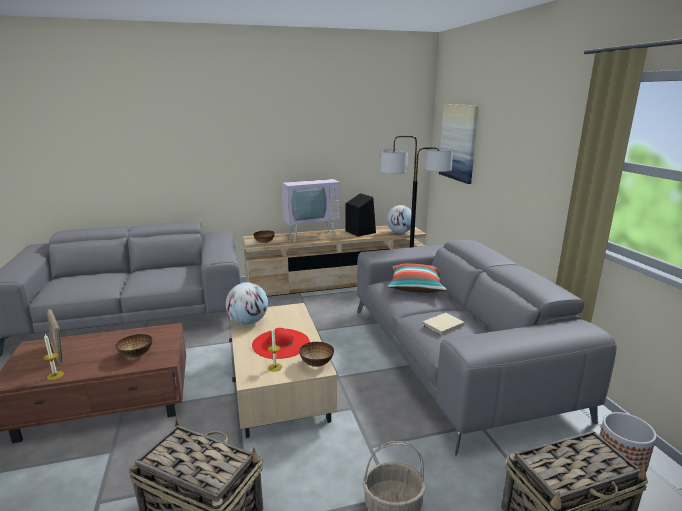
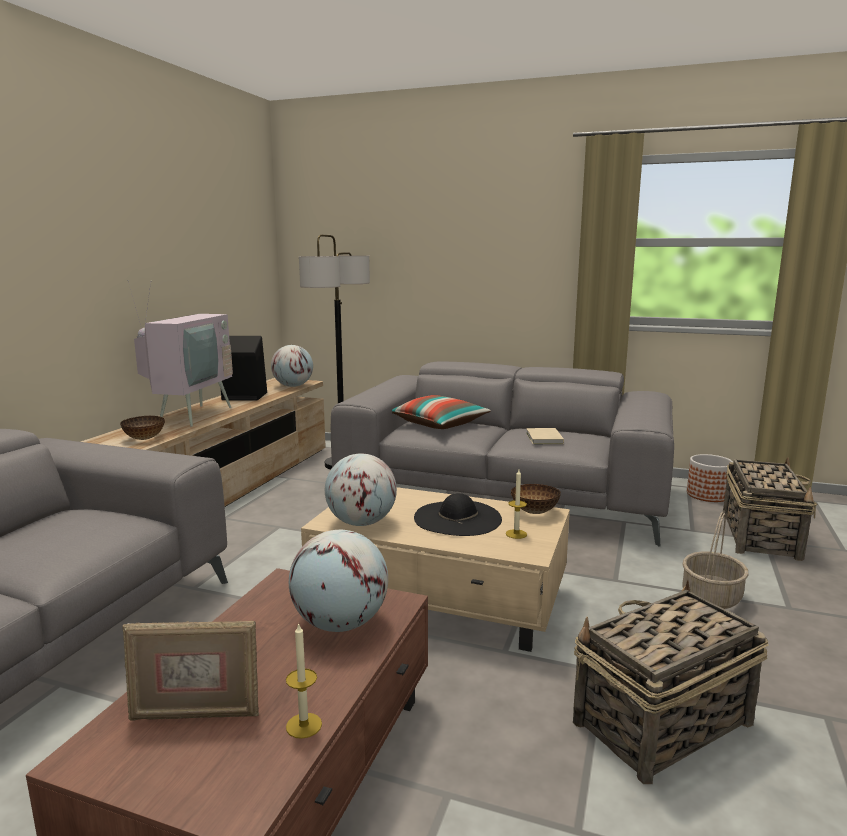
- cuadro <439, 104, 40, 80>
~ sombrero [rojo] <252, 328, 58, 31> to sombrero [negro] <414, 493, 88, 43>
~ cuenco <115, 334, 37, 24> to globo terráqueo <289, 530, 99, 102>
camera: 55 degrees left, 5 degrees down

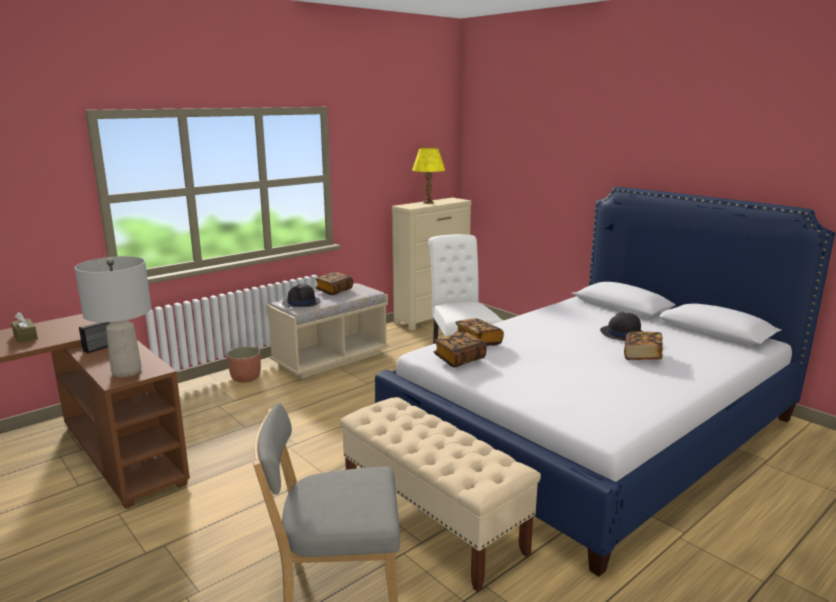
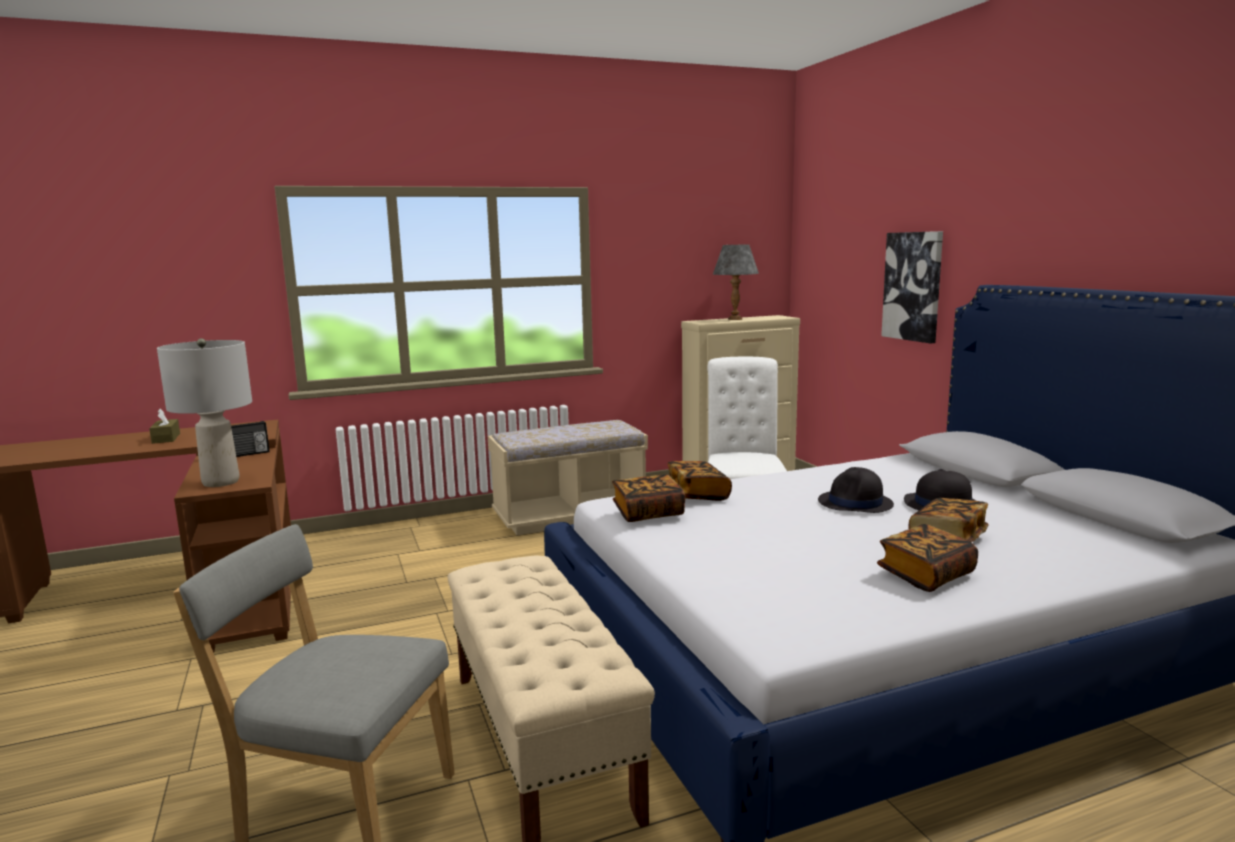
~ lámpara de mesa [amarillo] <412, 148, 33, 56> to lámpara de mesa [gris] <713, 244, 46, 76>
~ libro <315, 272, 38, 23> to <877, 524, 101, 68>
~ sombrero [negro] <282, 284, 39, 23> to <818, 467, 76, 46>
- maceta <227, 347, 34, 35>
+ cuadro <881, 231, 62, 112>
camera: 20 degrees right, 5 degrees down

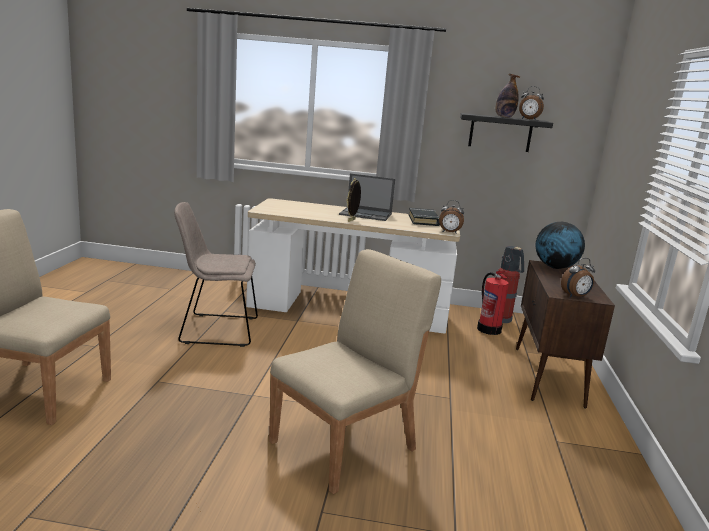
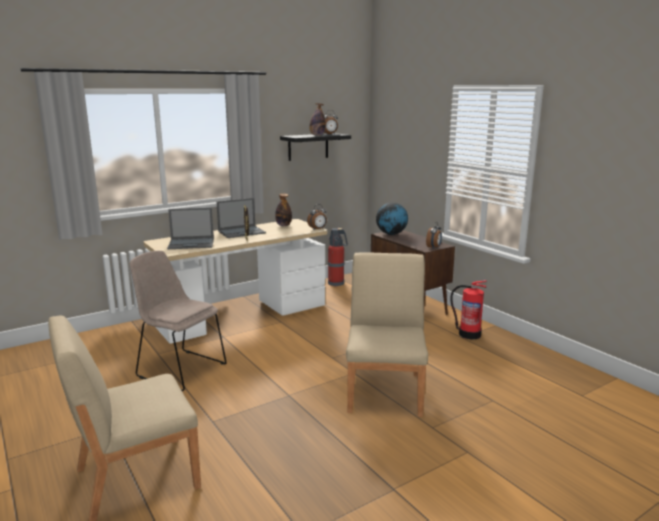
~ silla [beis] <174, 202, 84, 145> = <130, 251, 97, 140> 75 degrees clockwise
~ libro [negro] <409, 208, 31, 18> to botella <275, 193, 17, 33>
~ extintor <477, 271, 32, 64> to <450, 280, 37, 59>
+ portátil <167, 208, 47, 41>
camera: 40 degrees left, 0 degrees up

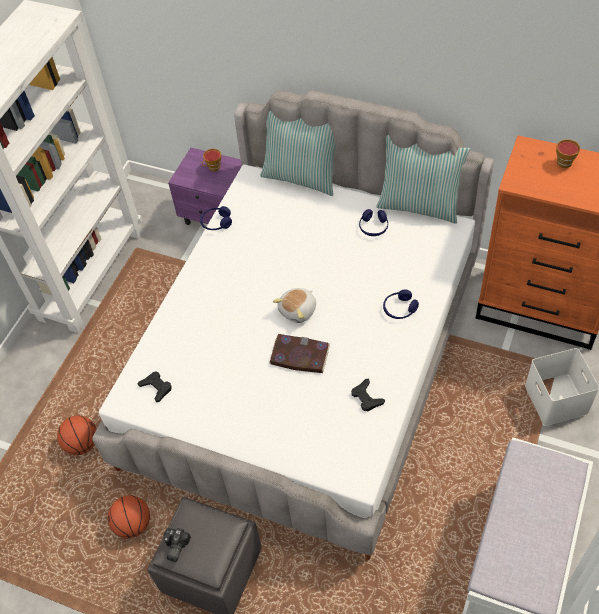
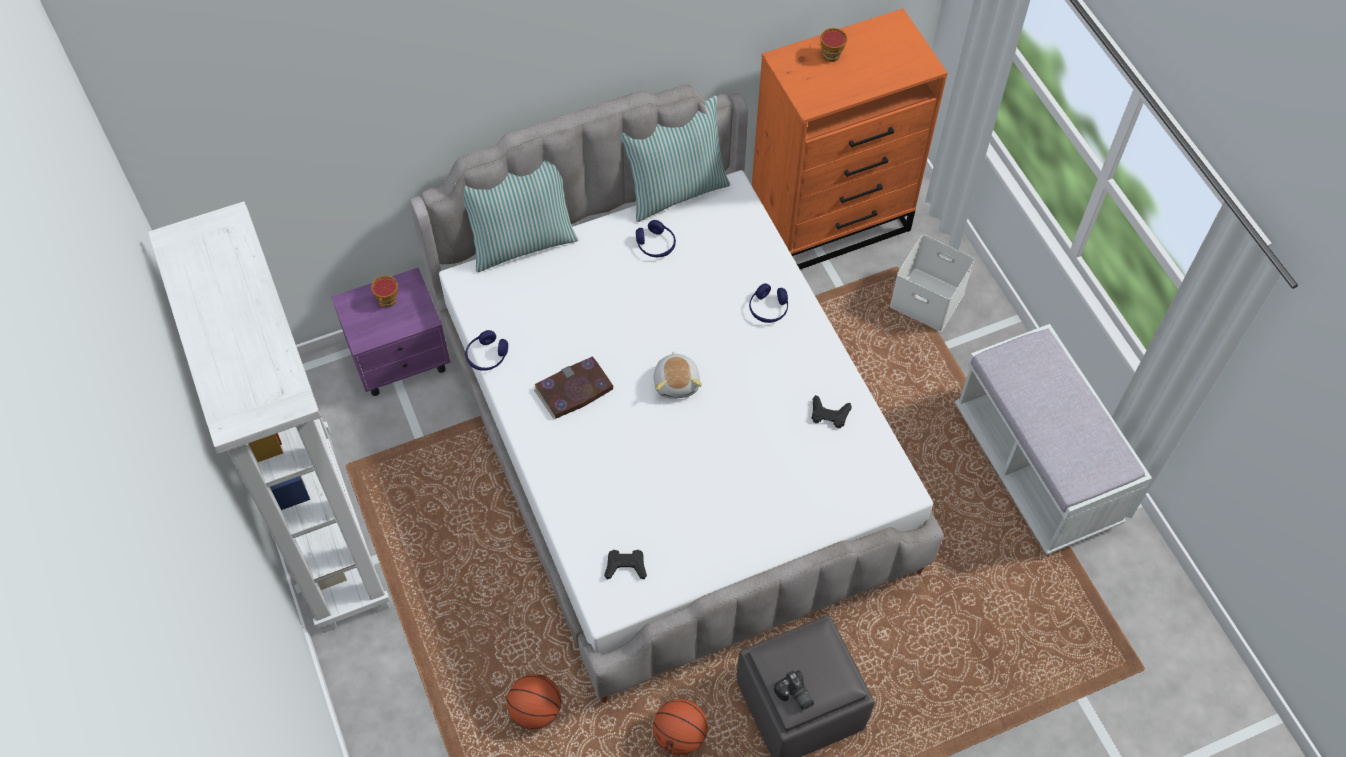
~ libro <269, 334, 61, 39> to <534, 356, 80, 63>
camera: 50 degrees left, 5 degrees up

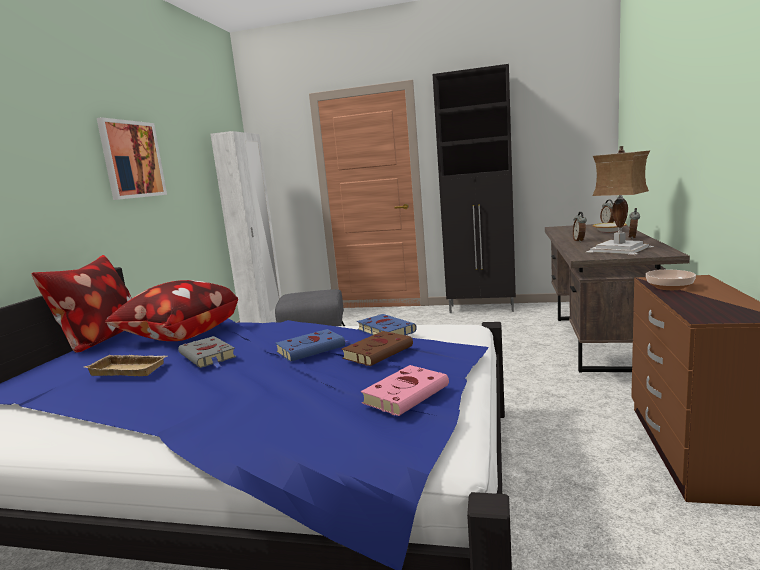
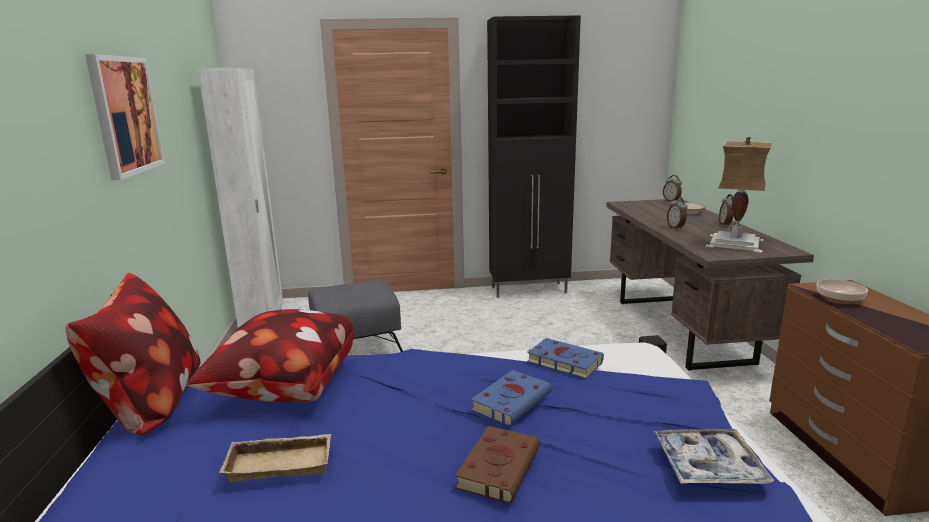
~ libro [marrón] <341, 331, 72, 35> to <455, 426, 85, 77>
- libro [gris] <178, 336, 58, 32>
~ libro [rosa] <361, 365, 88, 51> to bandeja <654, 429, 120, 55>
camera: 20 degrees left, 5 degrees up

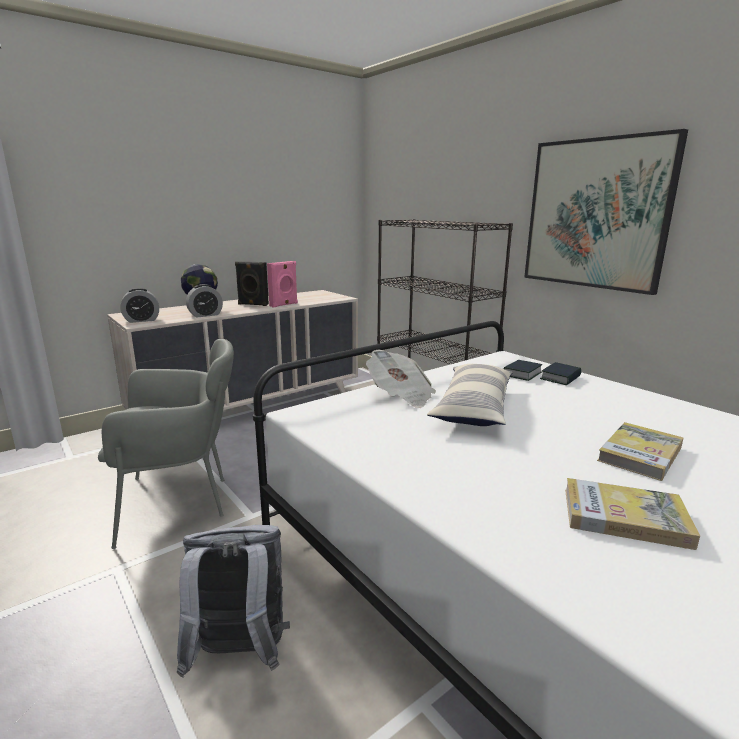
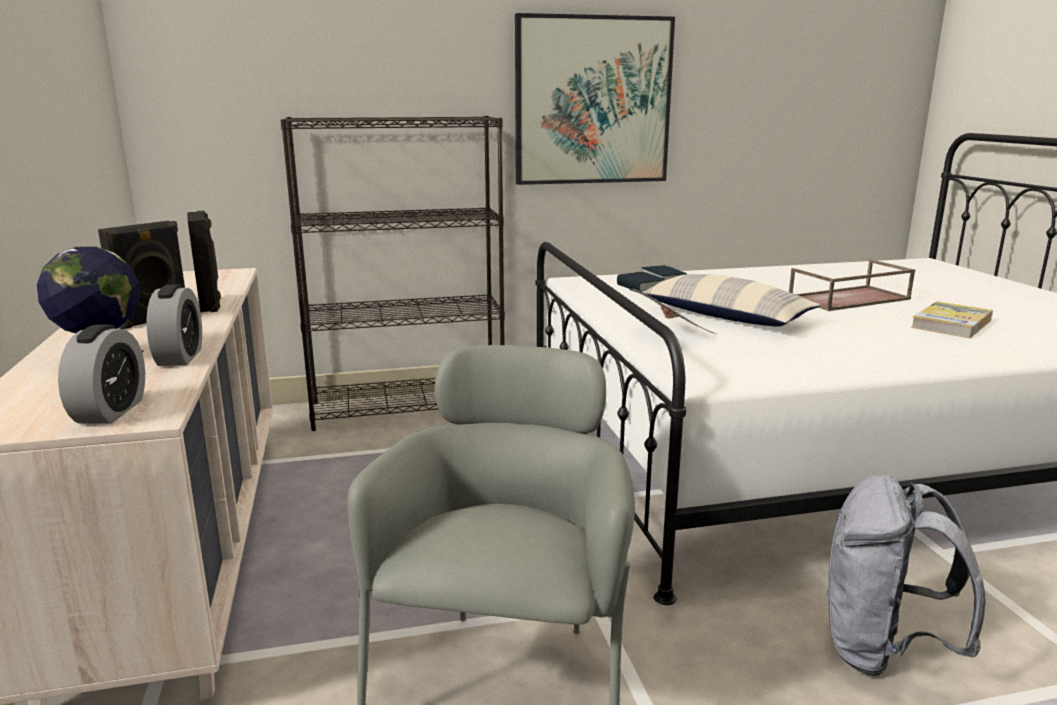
~ altavoz [rosa] <267, 261, 31, 47> to altavoz [negro] <187, 211, 34, 101>
~ libro <597, 422, 86, 59> to bandeja [marrón] <789, 259, 126, 52>
camera: 65 degrees left, 0 degrees up

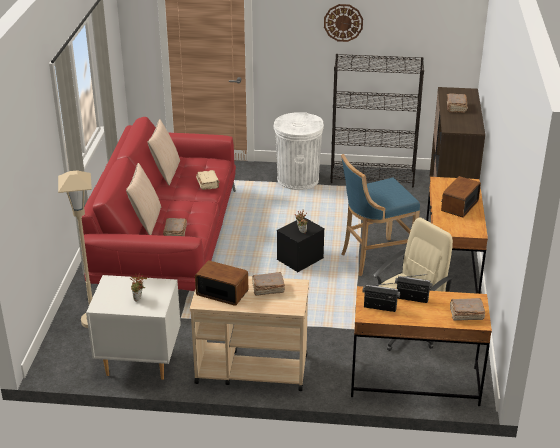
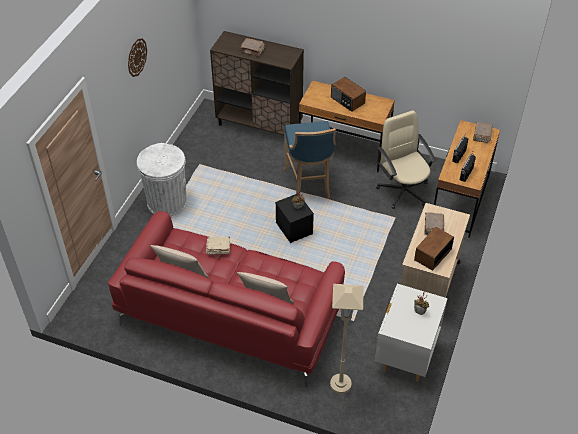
- estantería [negro] <330, 54, 94, 133>
- libro [marrón] <163, 218, 24, 18>
camera: 75 degrees left, 15 degrees up

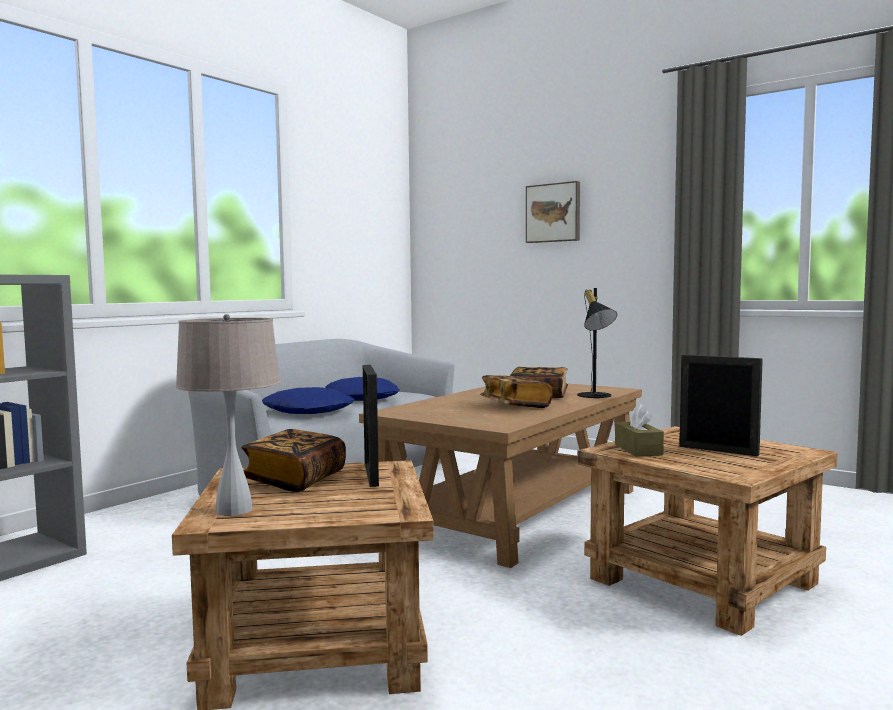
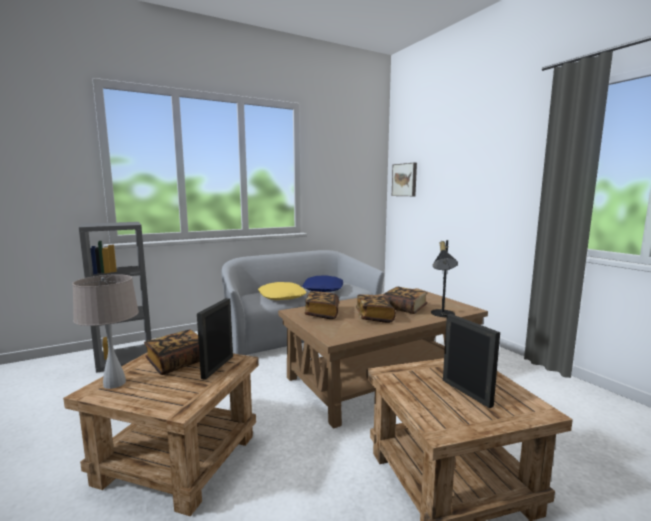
~ cuadro <526, 181, 54, 62> to <392, 163, 25, 33>
~ cojín [azul] <262, 387, 93, 27> to cojín [amarillo] <258, 282, 48, 18>
- caja de pañuelos [marrón] <615, 404, 49, 53>
+ libro <304, 291, 35, 28>
camera: 25 degrees right, 5 degrees up

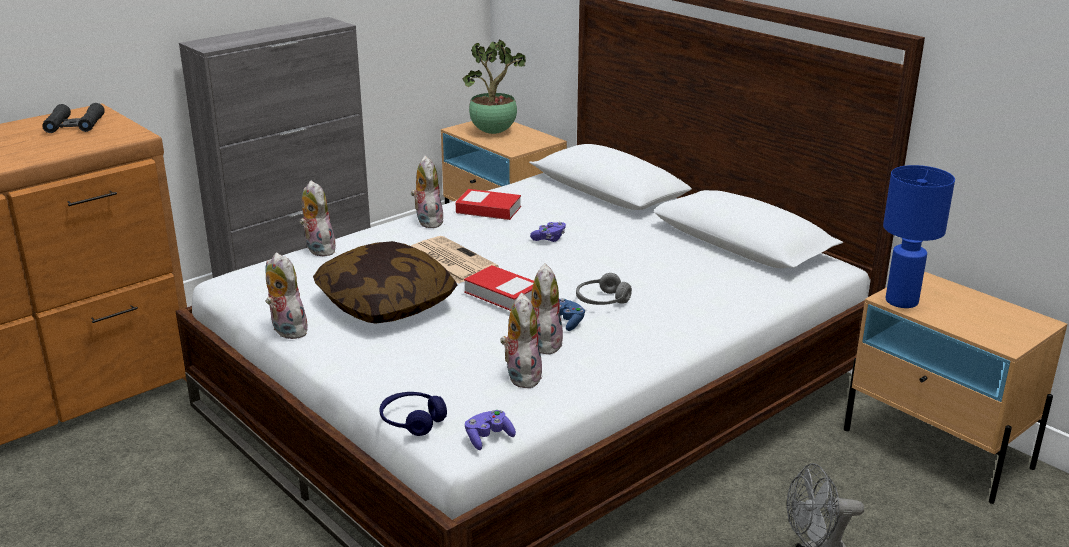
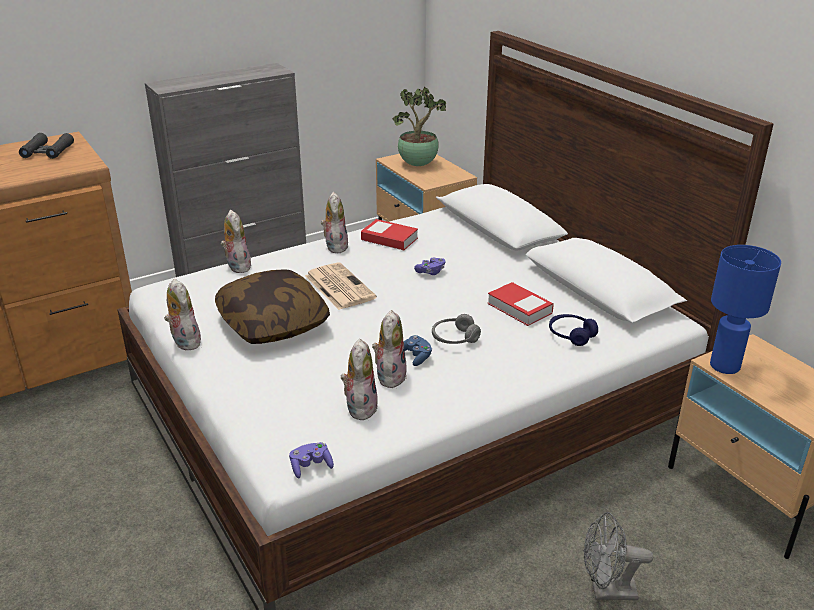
~ libro <464, 265, 70, 46> to <487, 282, 67, 44>
~ auriculares [azul] <379, 392, 68, 44> to <549, 314, 49, 32>
camera: 10 degrees right, 5 degrees up

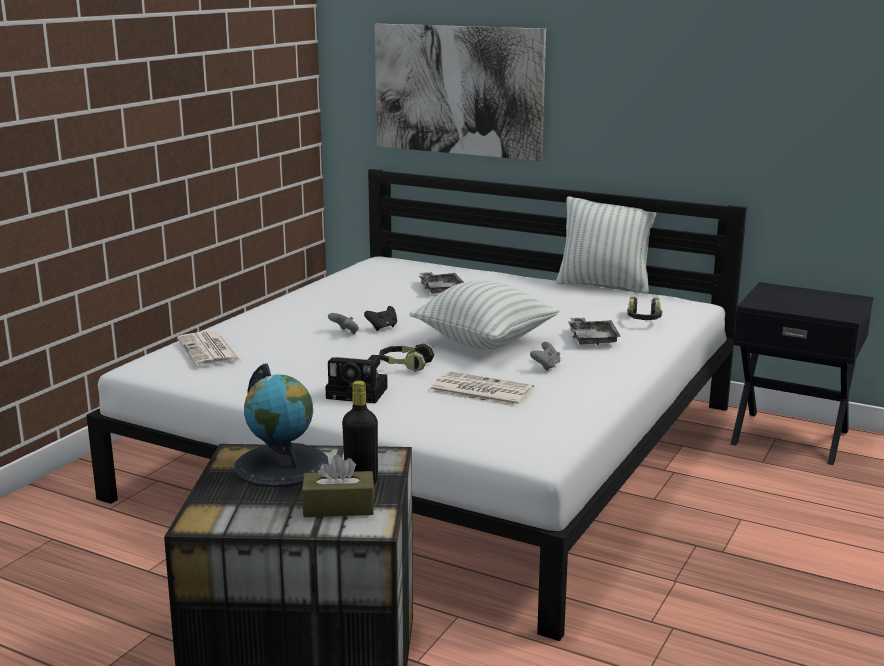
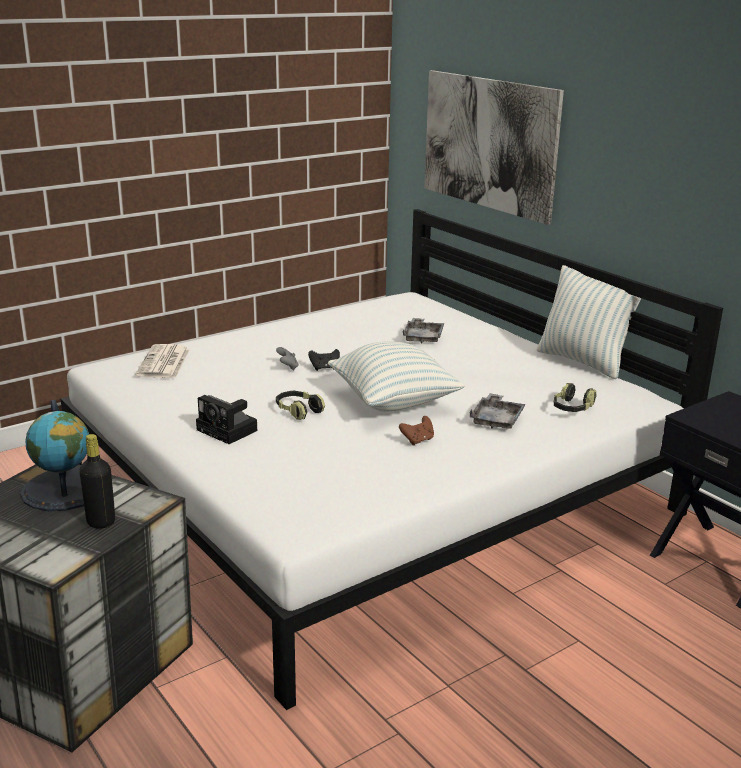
~ mando de consola [gris] <530, 342, 30, 29> to mando de consola [marrón] <399, 416, 35, 29>
- periódico <430, 371, 104, 36>
- caja de pañuelos [marrón] <302, 455, 72, 62>
camera: 25 degrees right, 5 degrees up

